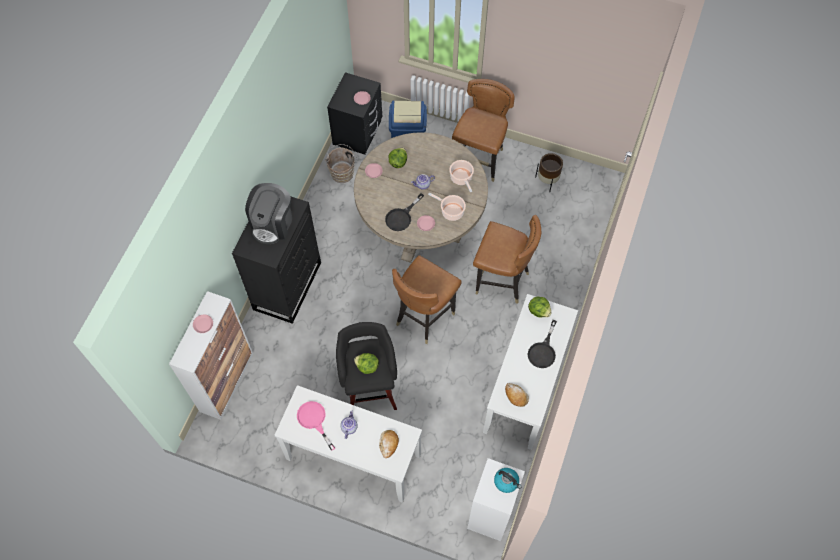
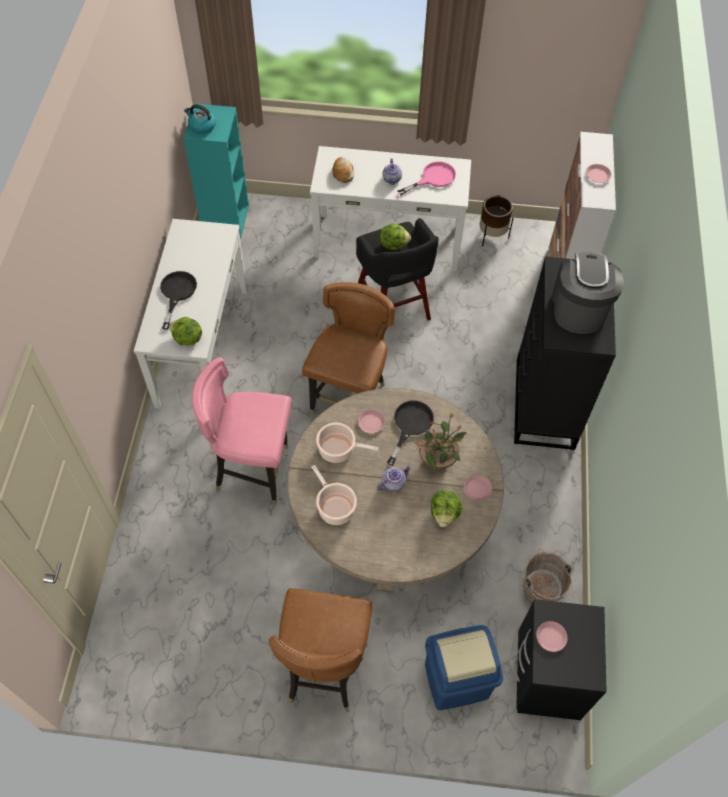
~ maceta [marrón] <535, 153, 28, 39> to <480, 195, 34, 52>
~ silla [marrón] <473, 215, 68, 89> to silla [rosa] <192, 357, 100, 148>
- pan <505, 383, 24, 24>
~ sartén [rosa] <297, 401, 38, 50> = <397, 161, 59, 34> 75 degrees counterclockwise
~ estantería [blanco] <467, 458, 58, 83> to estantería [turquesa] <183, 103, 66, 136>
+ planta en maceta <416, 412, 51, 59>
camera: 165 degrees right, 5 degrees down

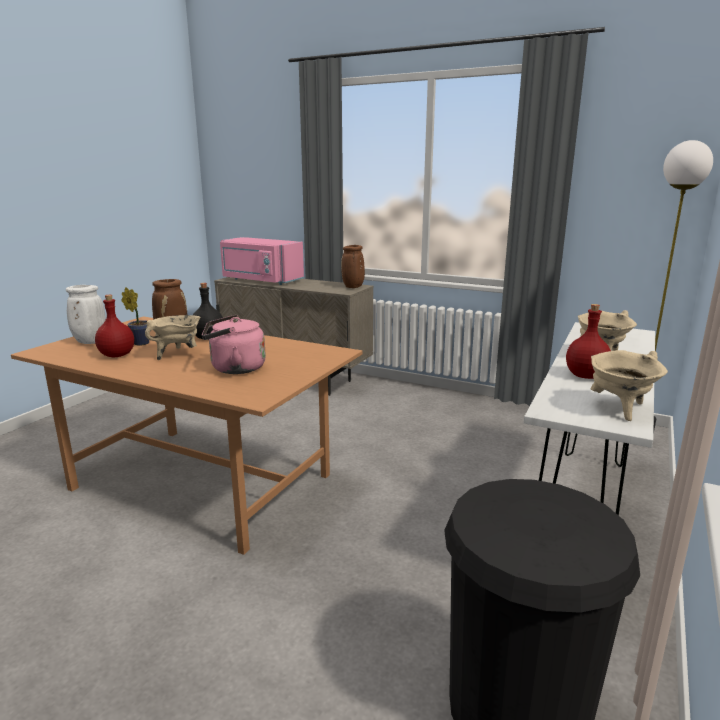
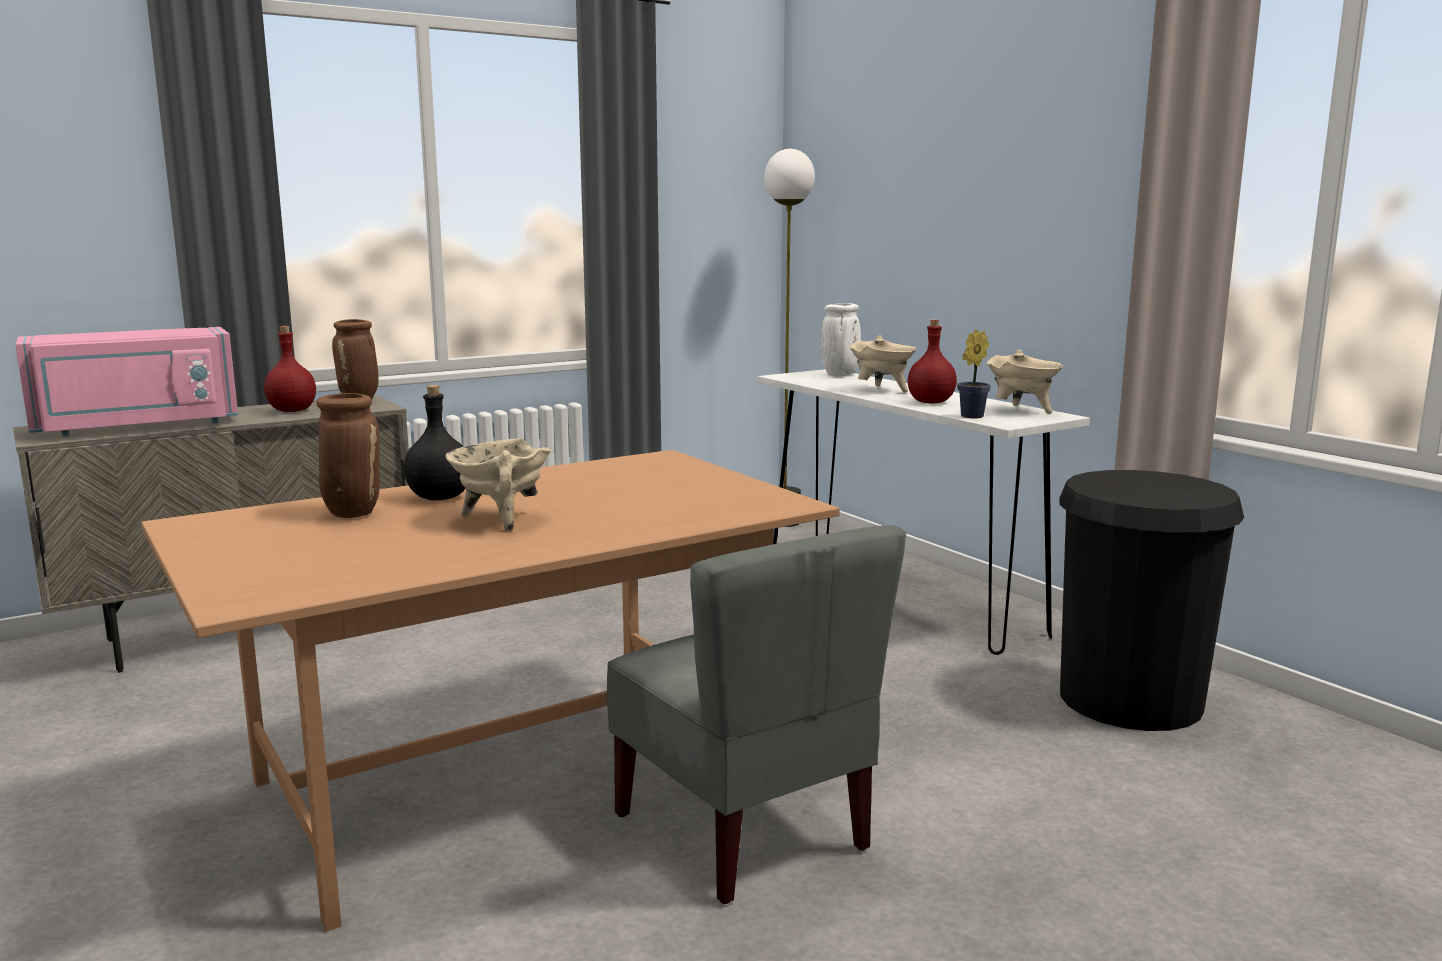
~ florero [blanco] <66, 285, 40, 59> to <821, 303, 40, 73>
~ planta en maceta <121, 287, 28, 59> to <957, 329, 34, 89>
~ botella [rojo] <95, 295, 39, 62> to <264, 326, 52, 86>
- hervidor [rosa] <202, 315, 64, 59>
+ silla [gris] <607, 525, 299, 379>
camera: 60 degrees left, 5 degrees down

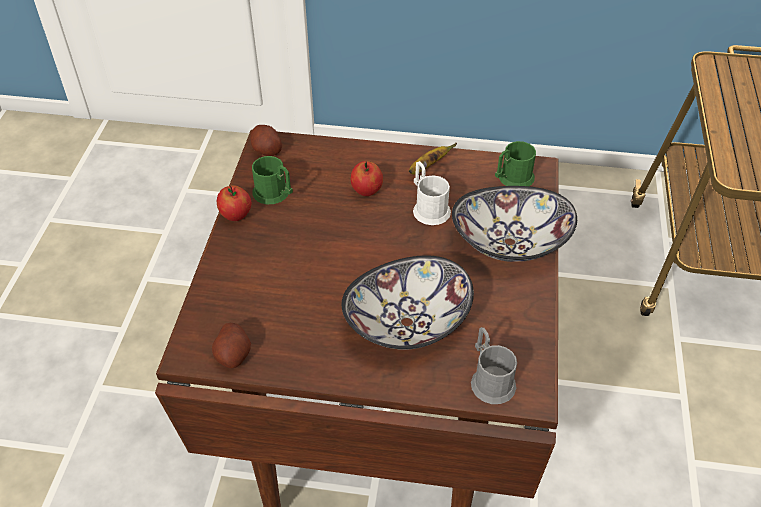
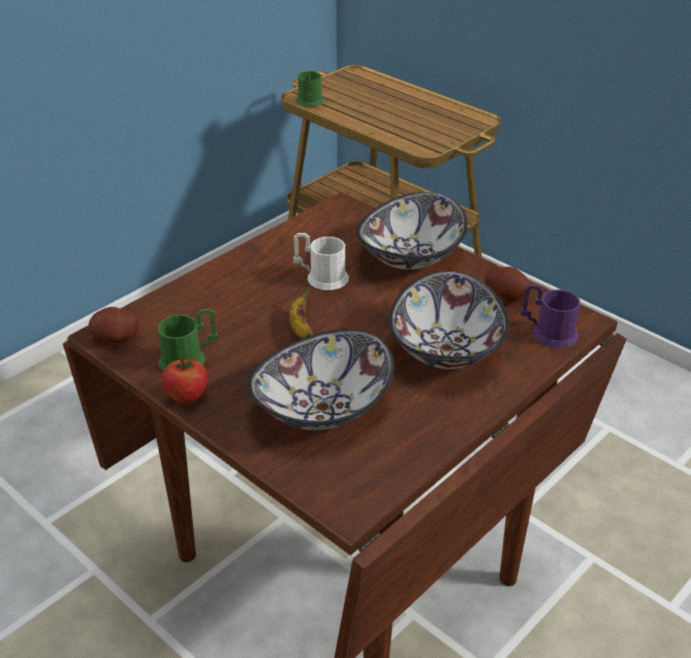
~ taza grande [verde] <495, 141, 41, 45> to <296, 71, 28, 36>
~ plátano <409, 143, 48, 32> to <289, 286, 24, 53>
- manzana <350, 161, 33, 35>
~ patata <212, 323, 39, 46> to <485, 267, 46, 35>
~ taza grande [gris] <471, 327, 46, 77> to taza grande [morado] <521, 285, 59, 63>
+ cuenco <247, 329, 147, 101>
camera: 55 degrees left, 10 degrees down

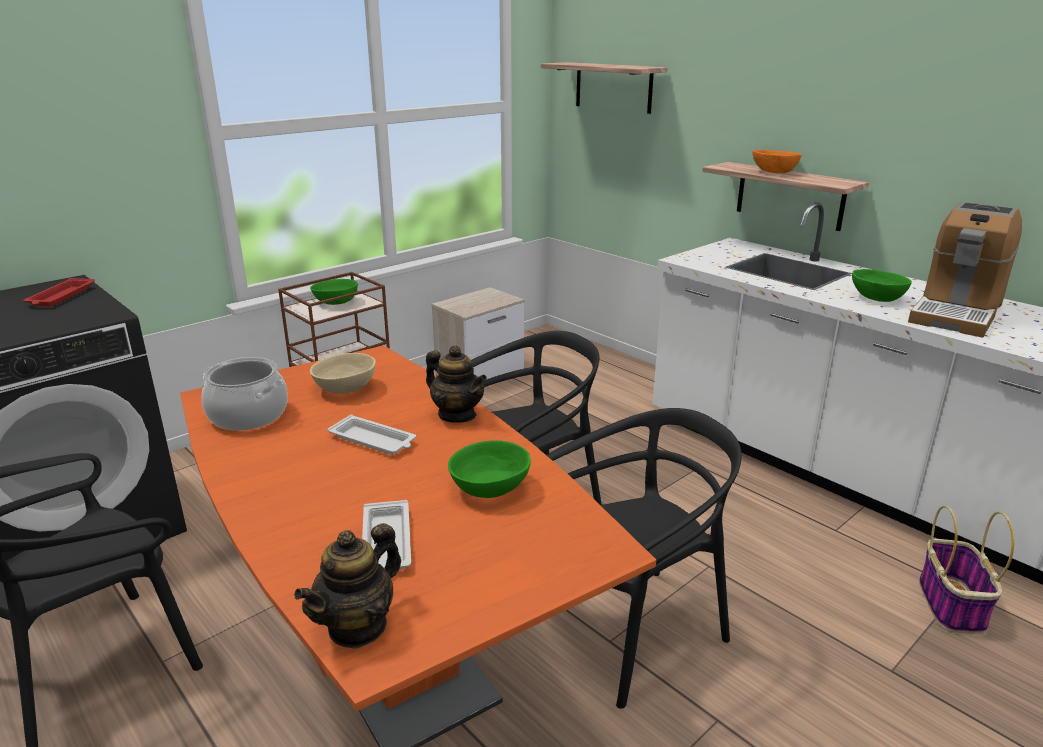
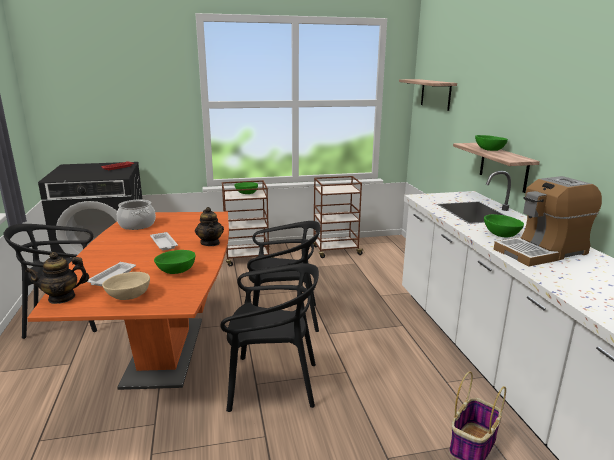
~ cuenco [naranja] <752, 150, 50, 23> to cuenco [verde] <475, 135, 33, 16>
~ mesita de noche <431, 287, 94, 92> to carrito [marrón] <313, 176, 51, 82>
~ cuenco [beis] <310, 353, 66, 41> to <102, 272, 48, 28>
camera: 30 degrees right, 5 degrees down

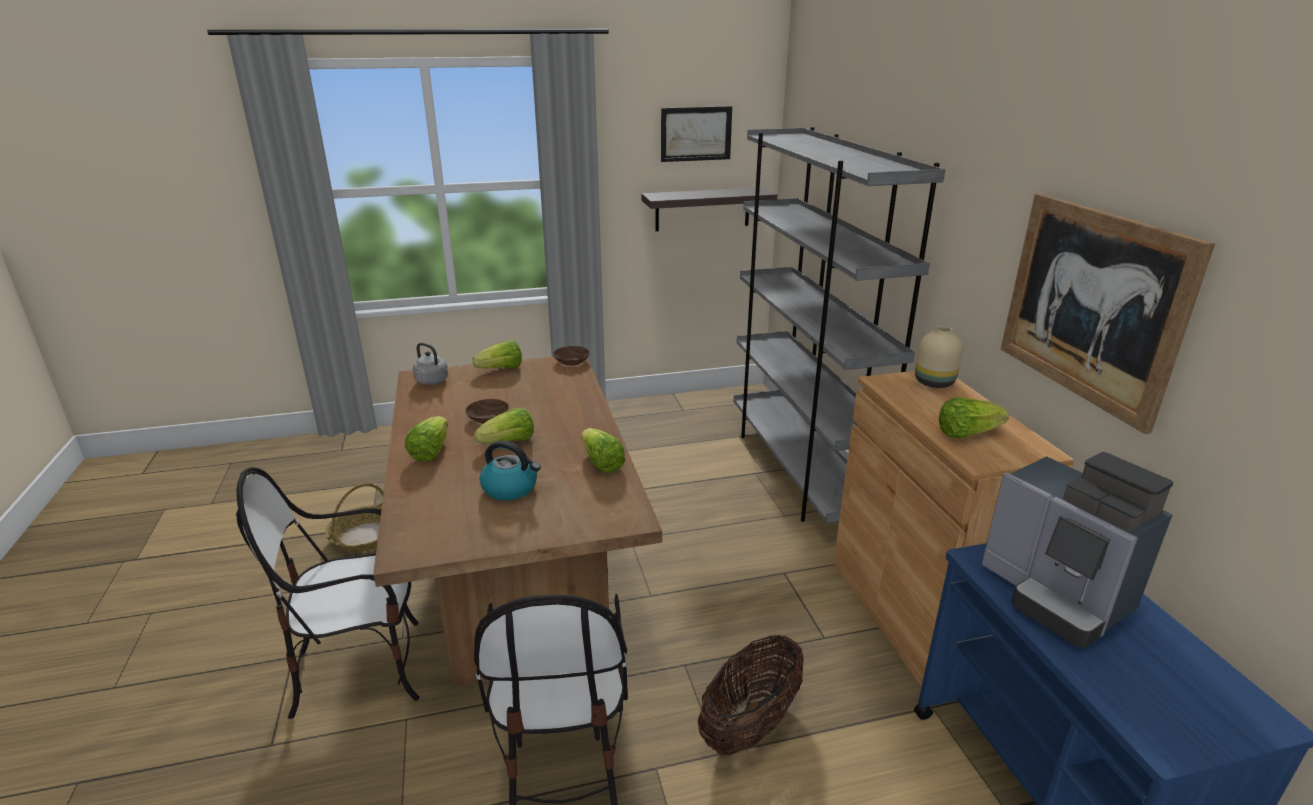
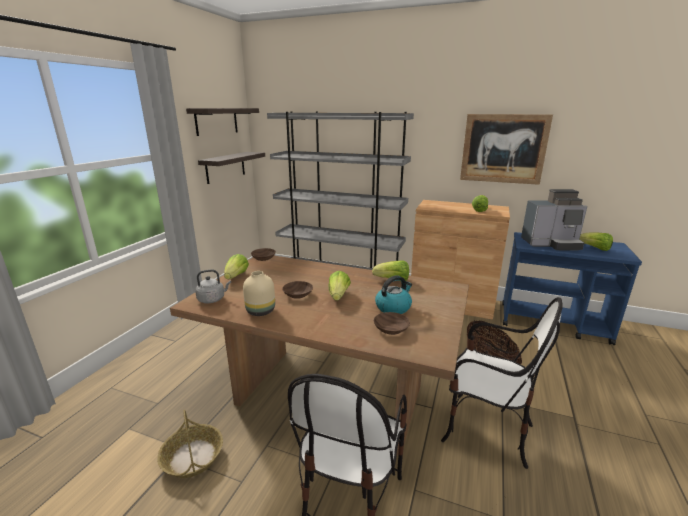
~ cuadro <661, 106, 71, 56> to estante <186, 108, 73, 28>
~ florero [beis] <915, 326, 48, 62> to <243, 271, 32, 45>
~ lechuga <405, 416, 43, 46> to <580, 232, 33, 19>
+ cuenco [marrón] <374, 312, 36, 23>
camera: 55 degrees left, 5 degrees down

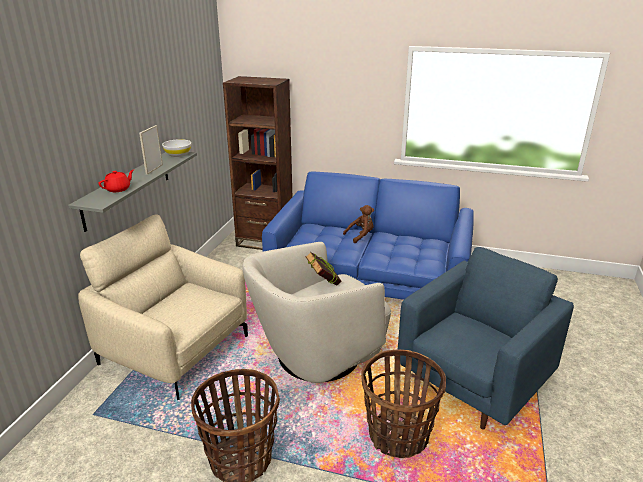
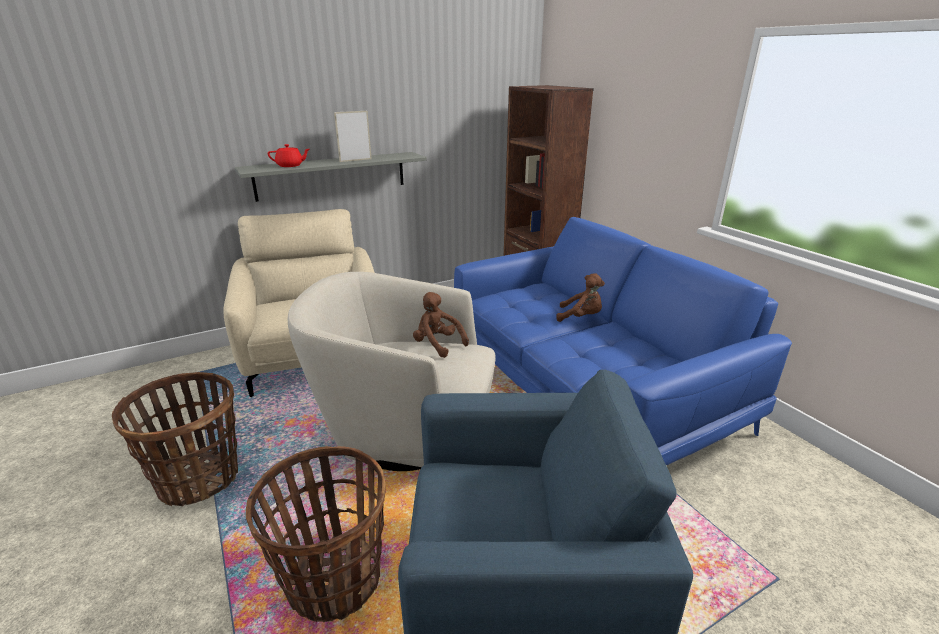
- cuenco [blanco] <162, 139, 29, 18>
~ libro <305, 252, 36, 34> to peluche [marrón] <413, 292, 56, 66>
camera: 45 degrees right, 0 degrees up

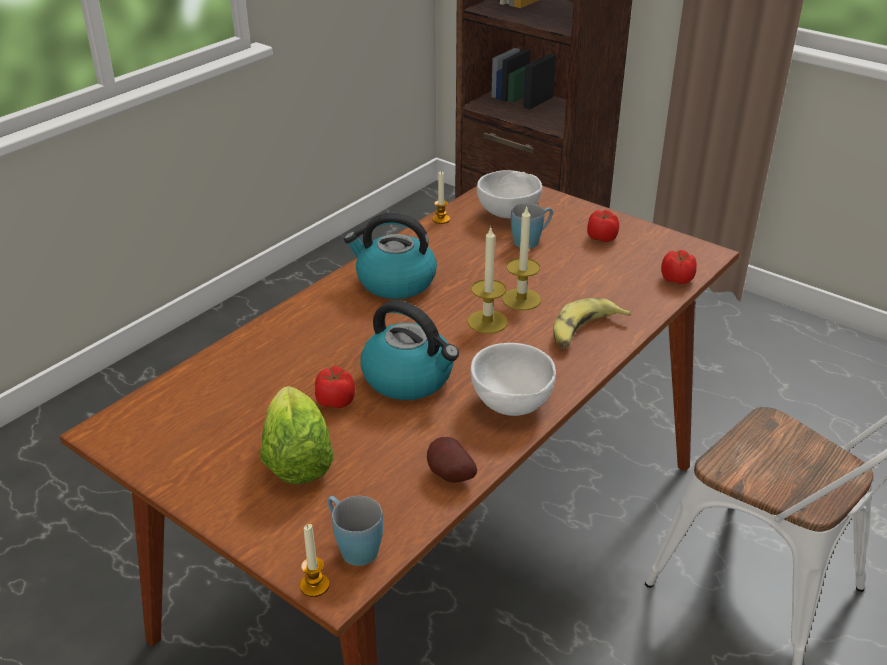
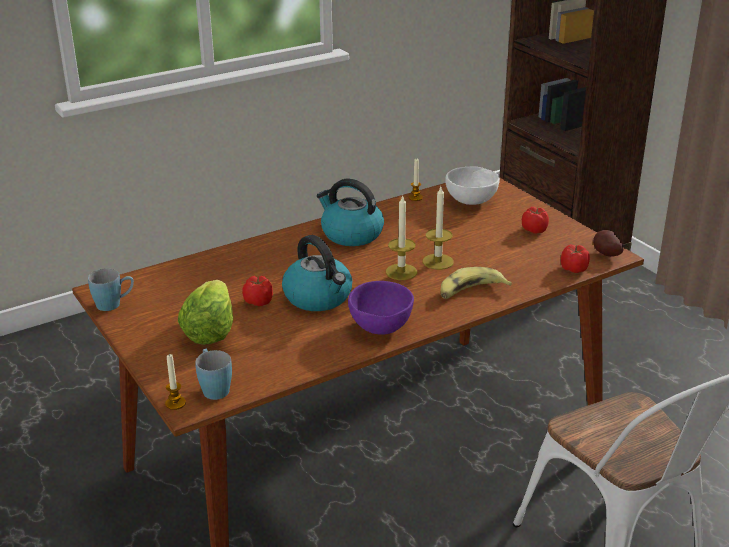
~ taza grande [azul] <511, 203, 42, 46> to <88, 268, 46, 43>
~ cuenco [blanco] <471, 343, 85, 73> to cuenco [morado] <348, 281, 66, 54>
~ patata <427, 437, 50, 46> to <593, 230, 30, 27>
camera: 20 degrees right, 5 degrees down

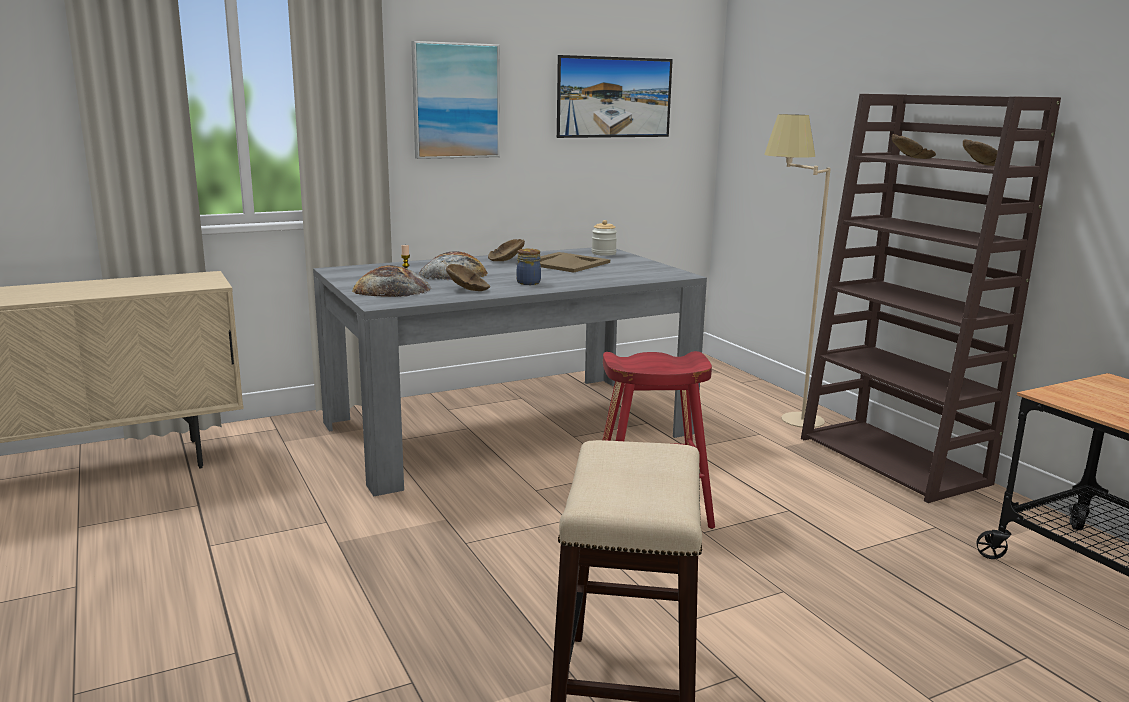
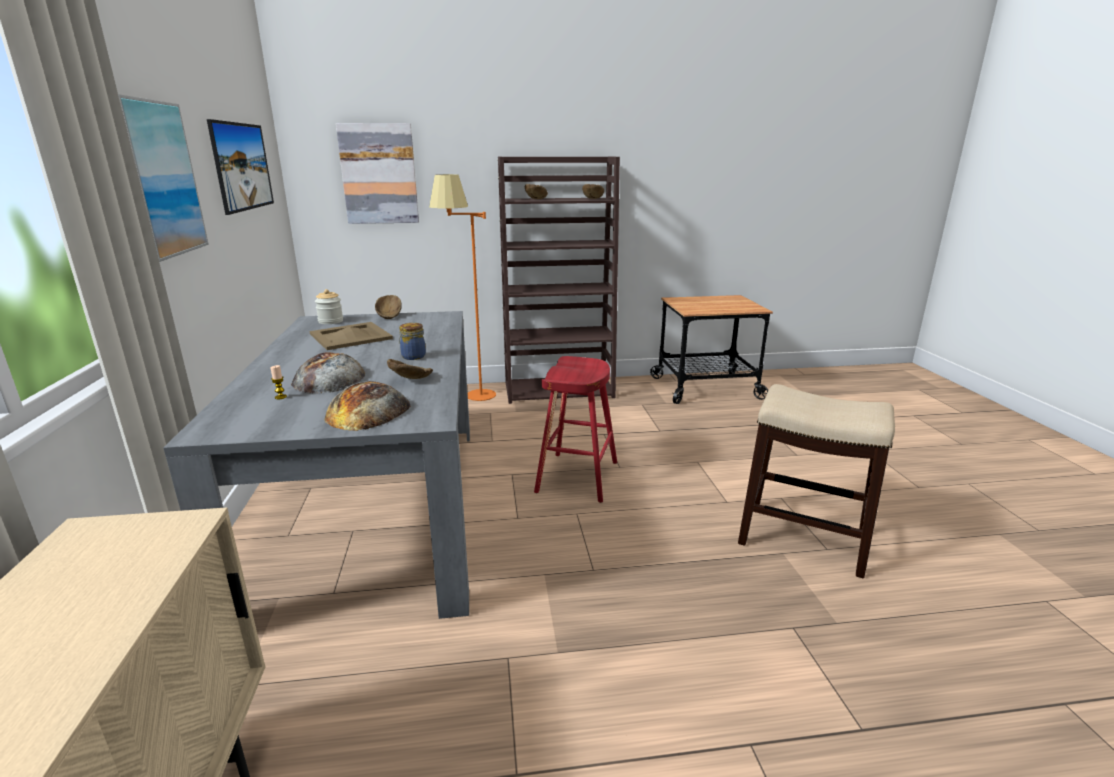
~ lámpara de pie [beis] <764, 114, 67, 314> to lámpara de pie [naranja] <429, 174, 67, 227>
~ cuenco [marrón] <488, 239, 37, 22> to <375, 295, 27, 24>
+ cuadro <336, 123, 83, 101>
camera: 70 degrees left, 5 degrees up

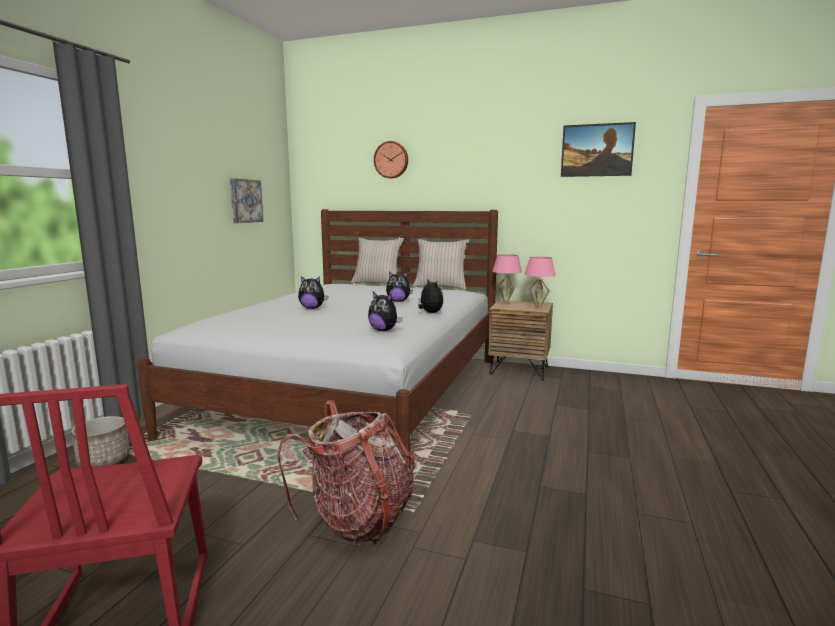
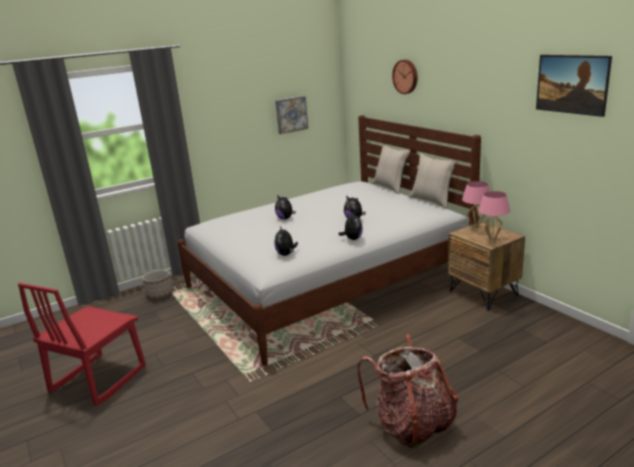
~ mochila <278, 400, 138, 145> to <357, 334, 101, 115>
camera: 40 degrees right, 10 degrees up

